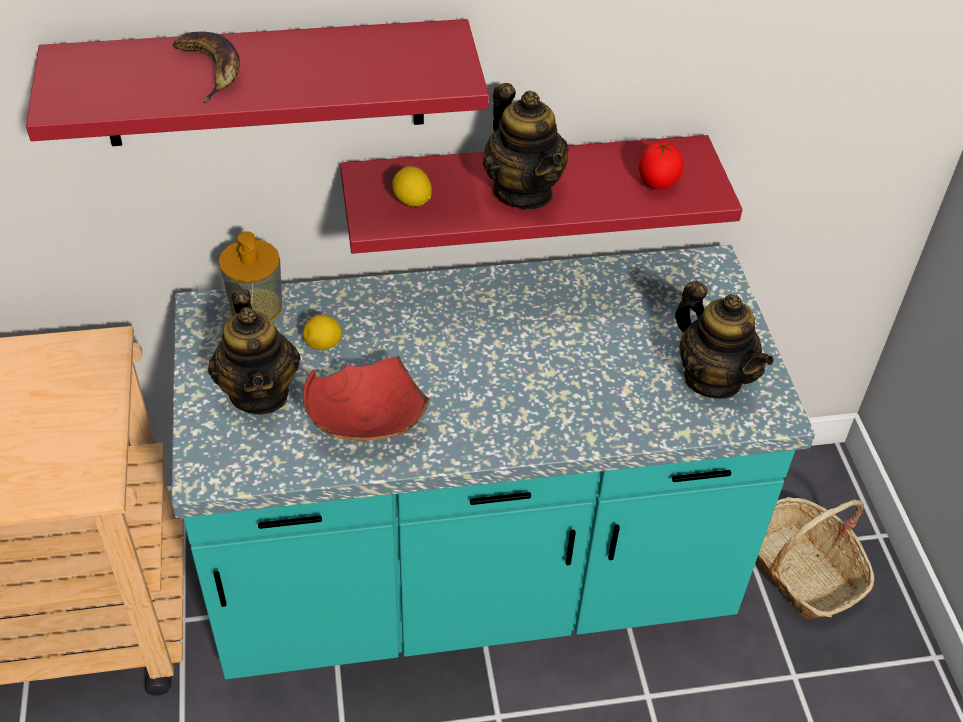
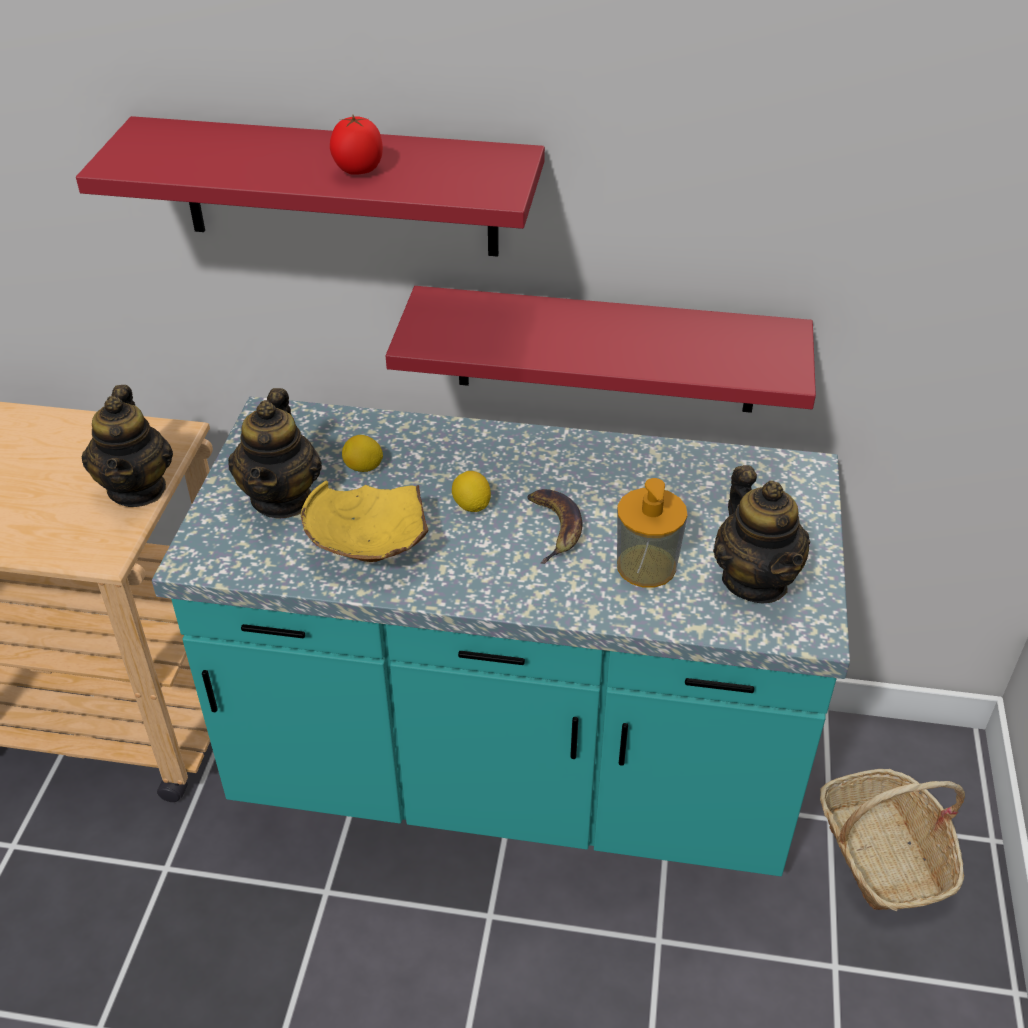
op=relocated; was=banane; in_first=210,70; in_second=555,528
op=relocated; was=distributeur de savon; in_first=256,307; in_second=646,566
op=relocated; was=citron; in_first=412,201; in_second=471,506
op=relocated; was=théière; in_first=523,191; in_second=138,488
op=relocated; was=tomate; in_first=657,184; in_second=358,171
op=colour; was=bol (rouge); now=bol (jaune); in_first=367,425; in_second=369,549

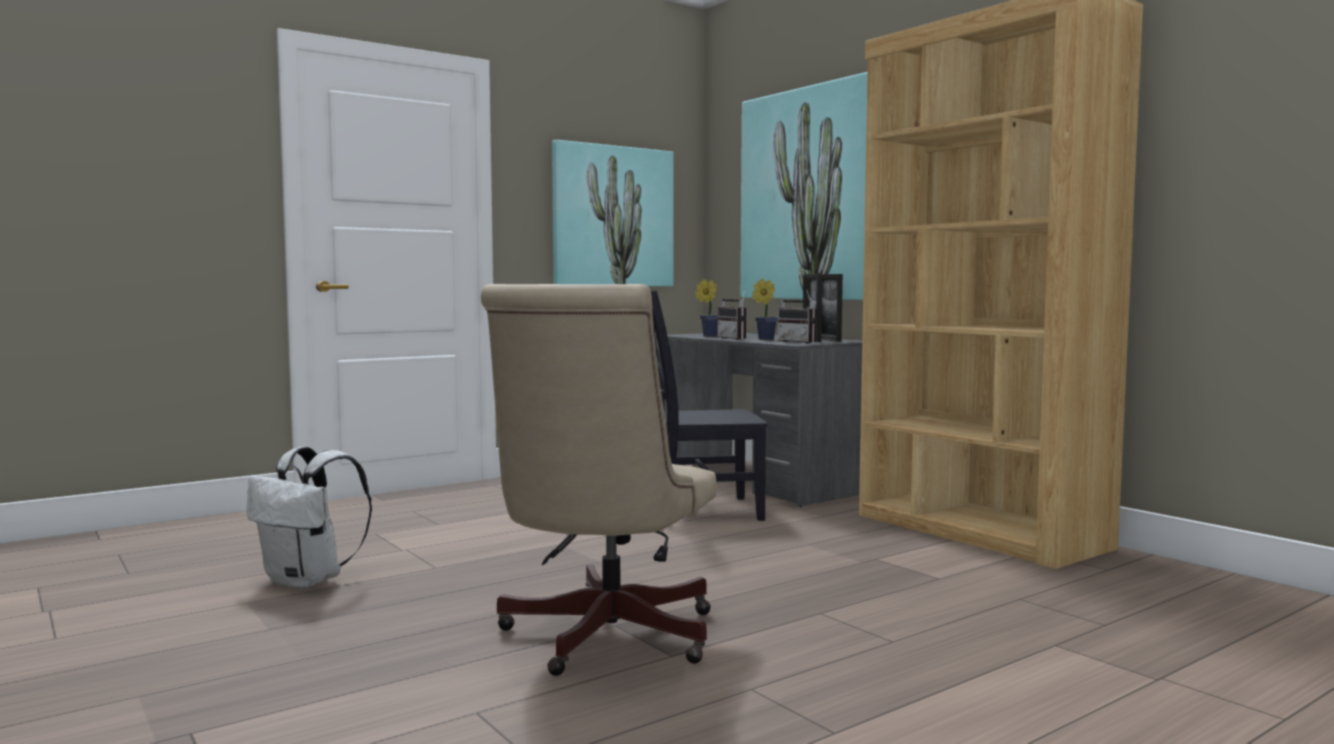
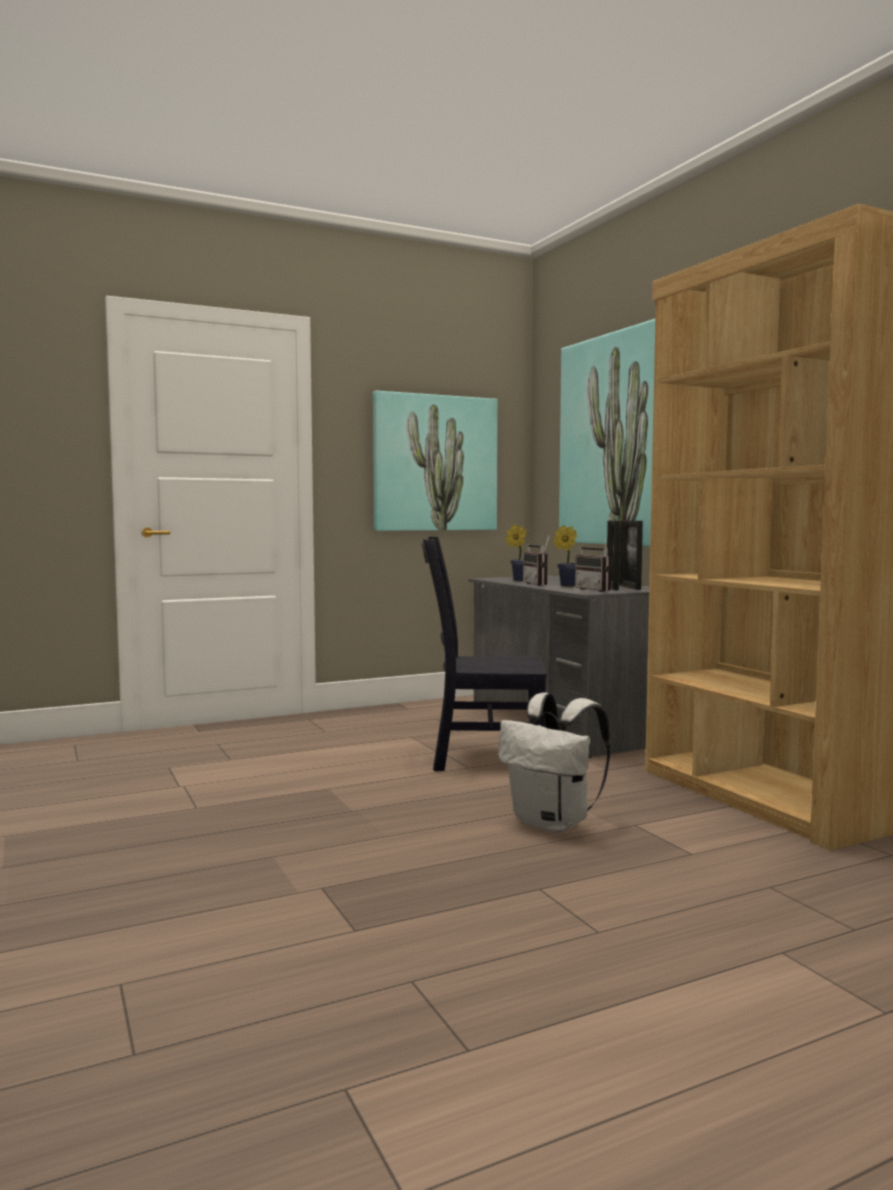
op=missing; was=chaise de bureau (beige); in_first=601,639
op=relocated; was=sac à dos (blanc); in_first=308,581; in_second=553,823

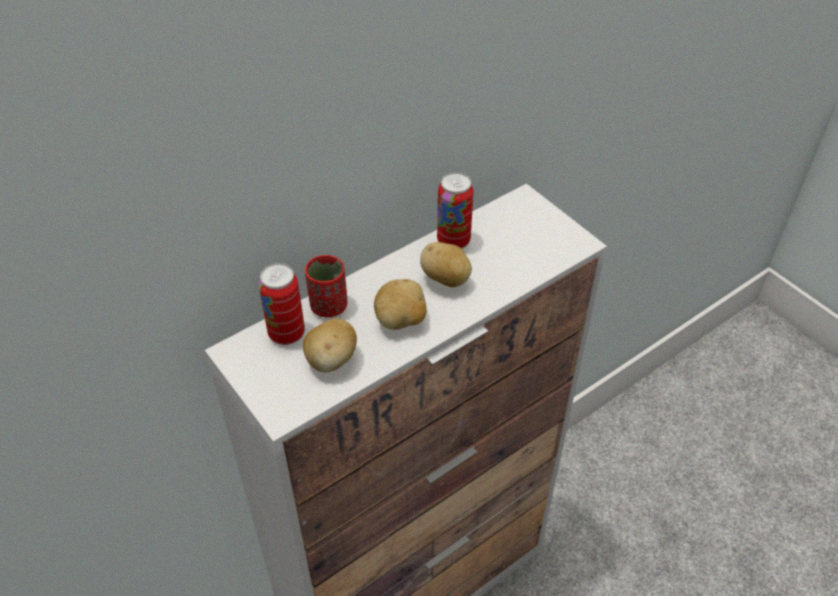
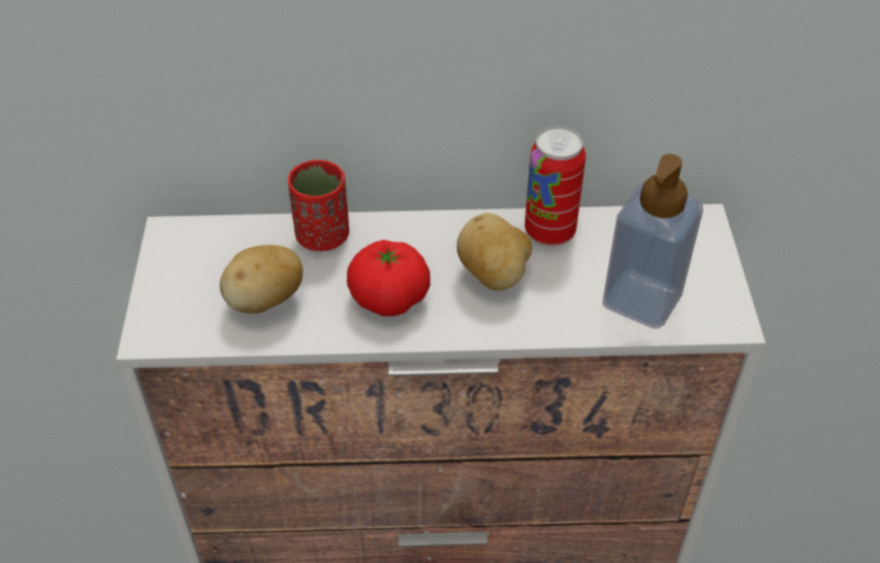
op=missing; was=boîte métallique; in_first=286,333
op=appeared; now=distributeur de savon; in_second=641,300
op=exchanged; was=pomme de terre; now=tomate; in_first=401,321; in_second=389,298

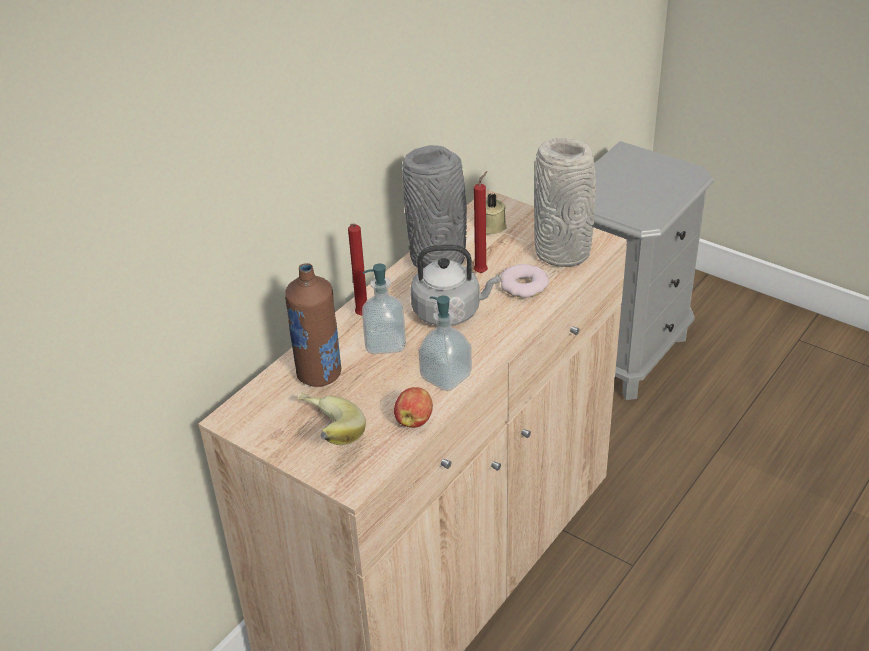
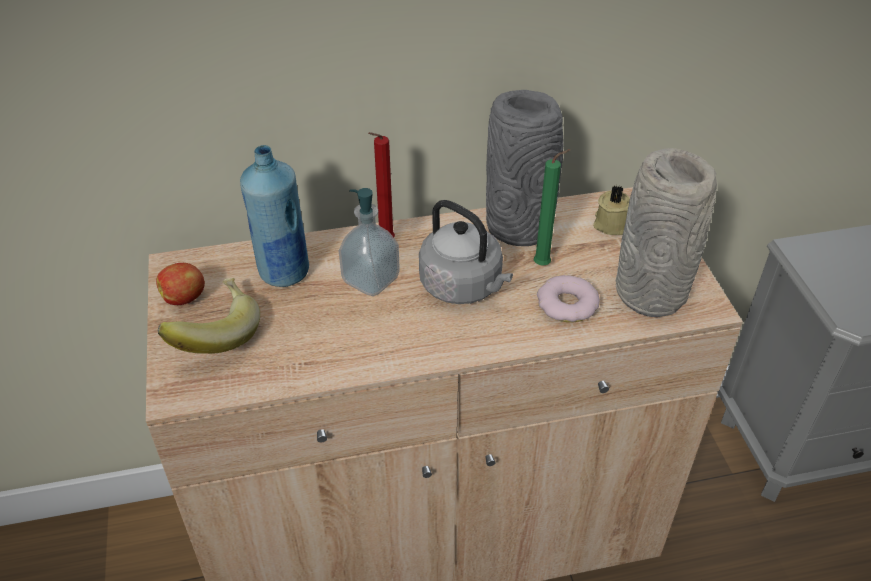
op=missing; was=distributeur de savon; in_first=446,377
op=relocated; was=pomme; in_first=414,420; in_second=185,298
op=colour; was=bouteille (marron); now=bouteille (bleu); in_first=319,374; in_second=283,272
op=colour; was=bougie (rouge); now=bougie (vert); in_first=482,272; in_second=544,265

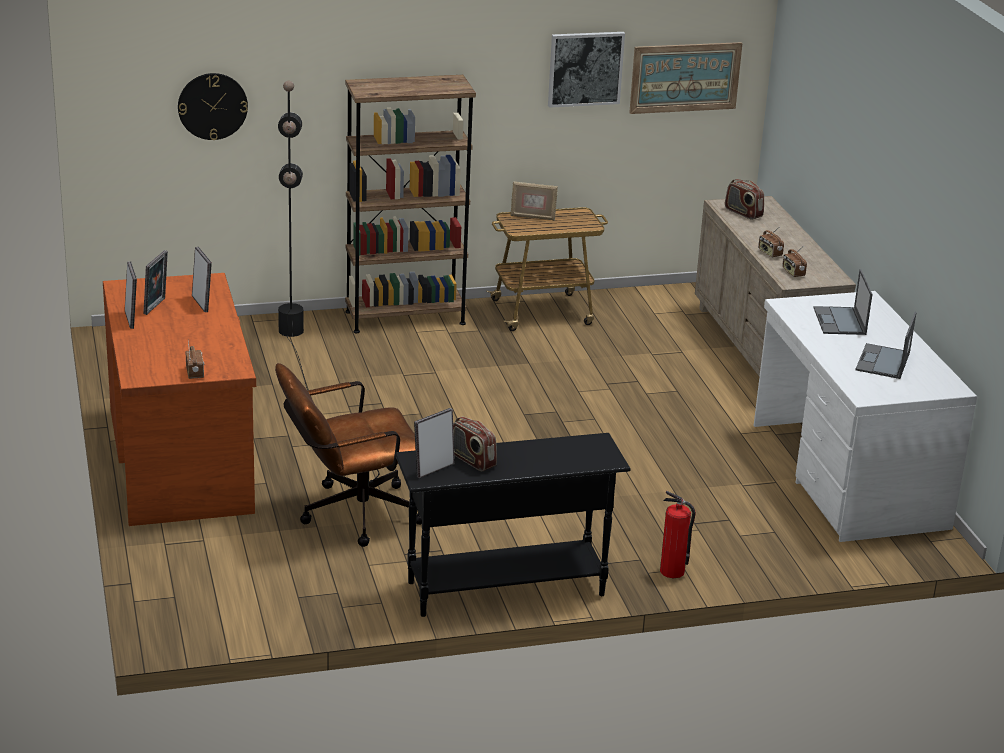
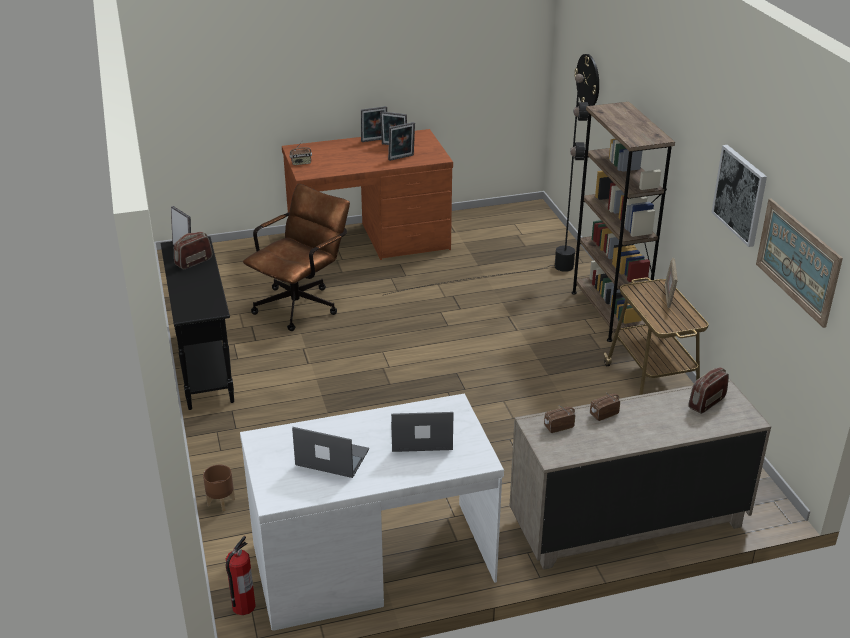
op=appeared; now=cache-pot (marron); in_second=220,502
op=relocated; was=extincteur; in_first=672,571; in_second=243,606
op=spun; was=chaise de bureau (marron); in_first=350,514; in_second=301,304; clockwise=60

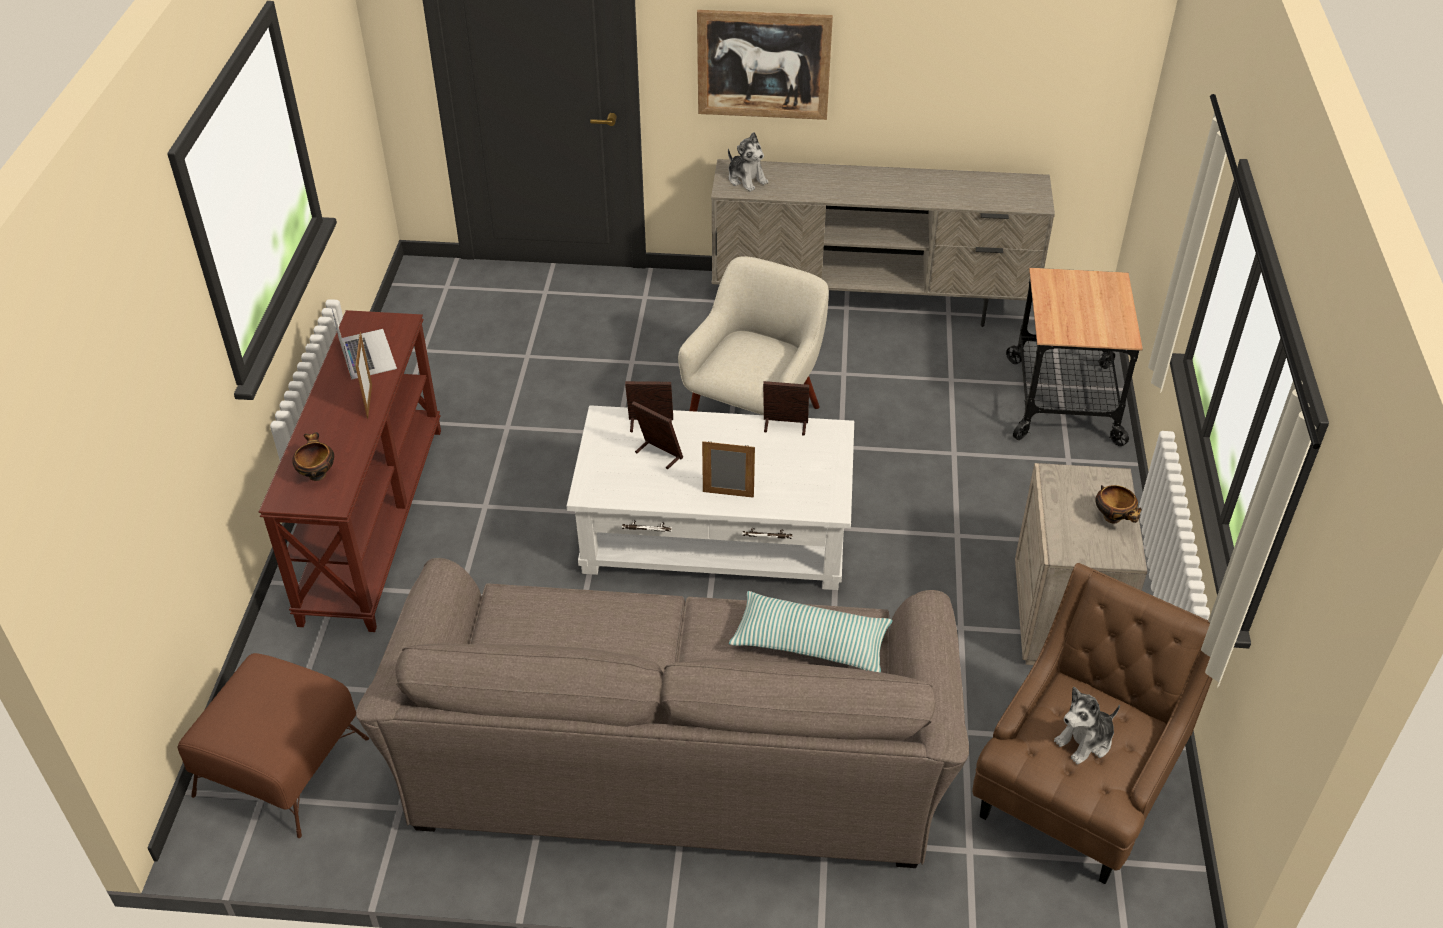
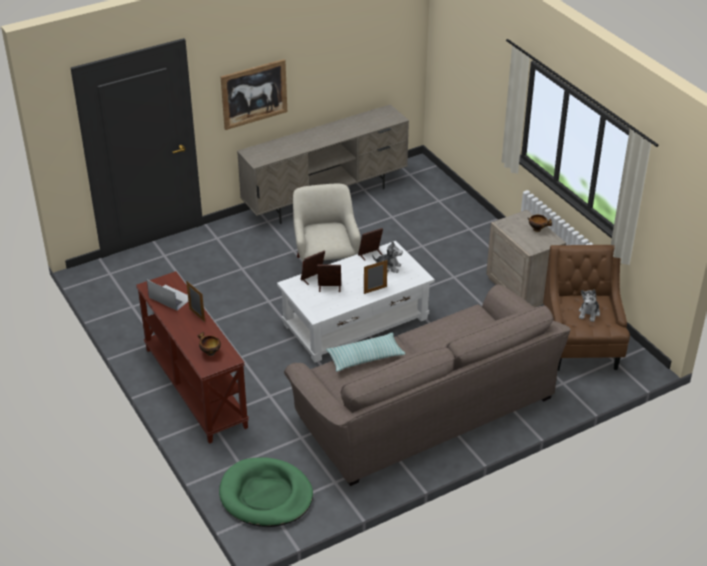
op=missing; was=chariot; in_first=1065,401
op=relocated; was=peluche; in_first=746,179; in_second=388,267
op=relocated; was=coussin; in_first=810,643; in_second=365,358
op=exchanged; was=pouf (marron); now=panier pour chien (vert); in_first=280,767; in_second=266,495

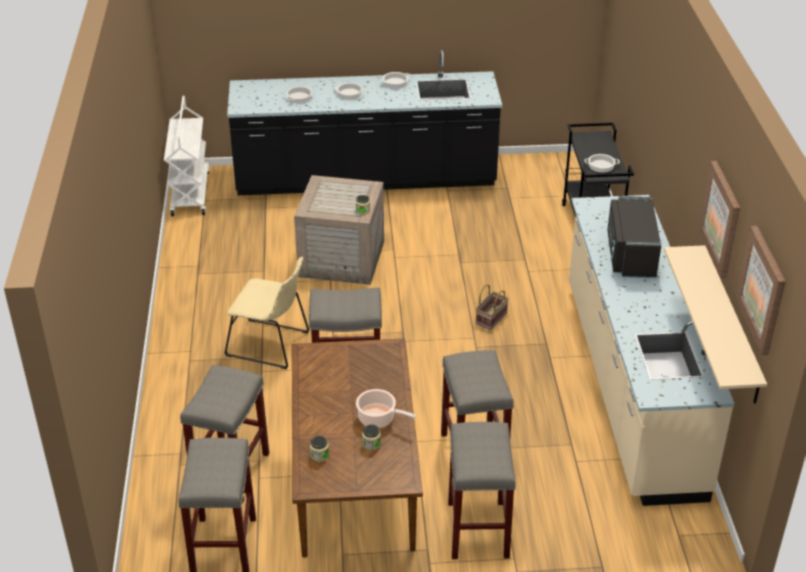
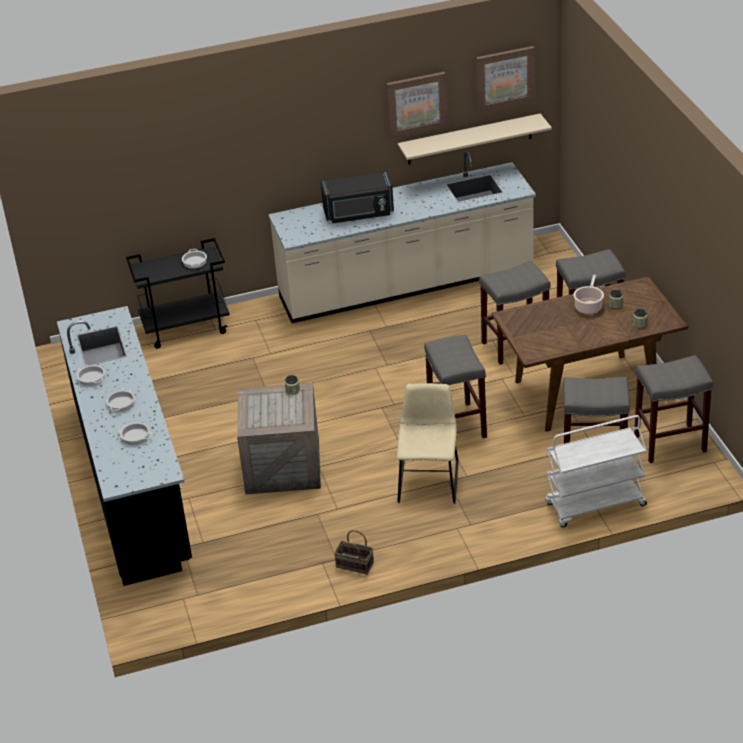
op=relocated; was=chariot (blanc); in_first=190,193; in_second=595,505
op=relocated; was=panier; in_first=491,317; in_second=353,565

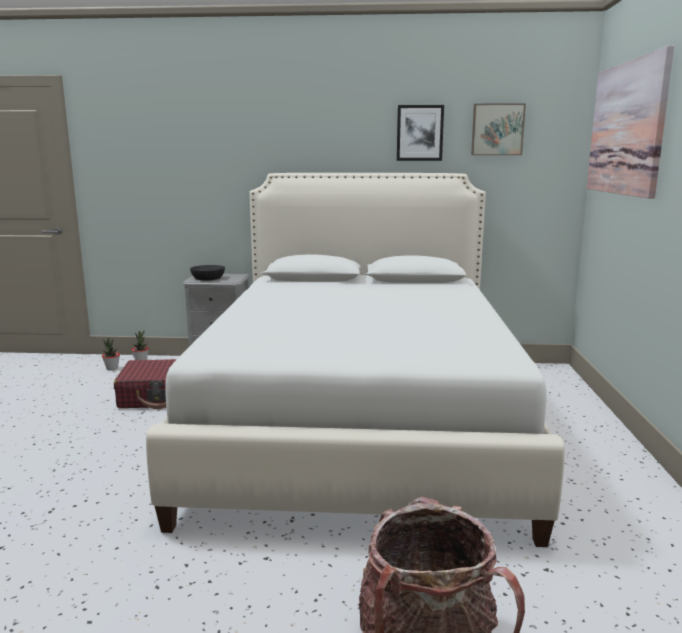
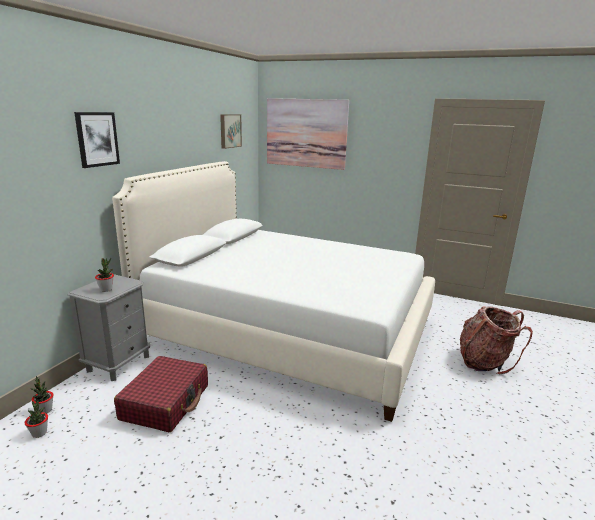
op=relocated; was=tableau; in_first=419,133; in_second=97,139
op=exchanged; was=bol (noir); now=plante en pot; in_first=208,278; in_second=106,289

